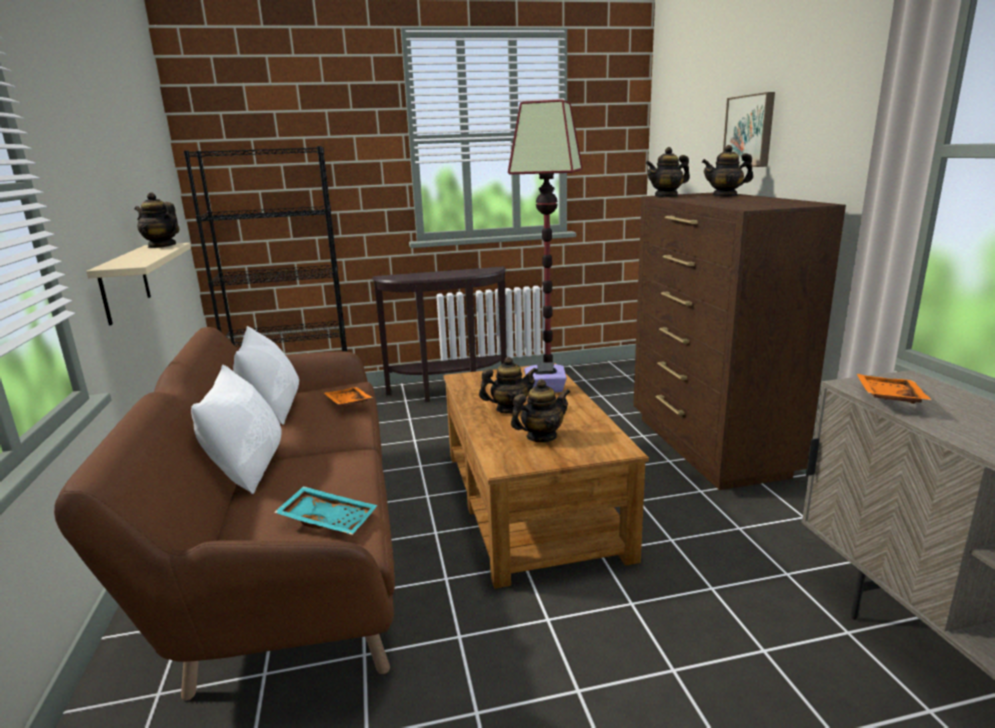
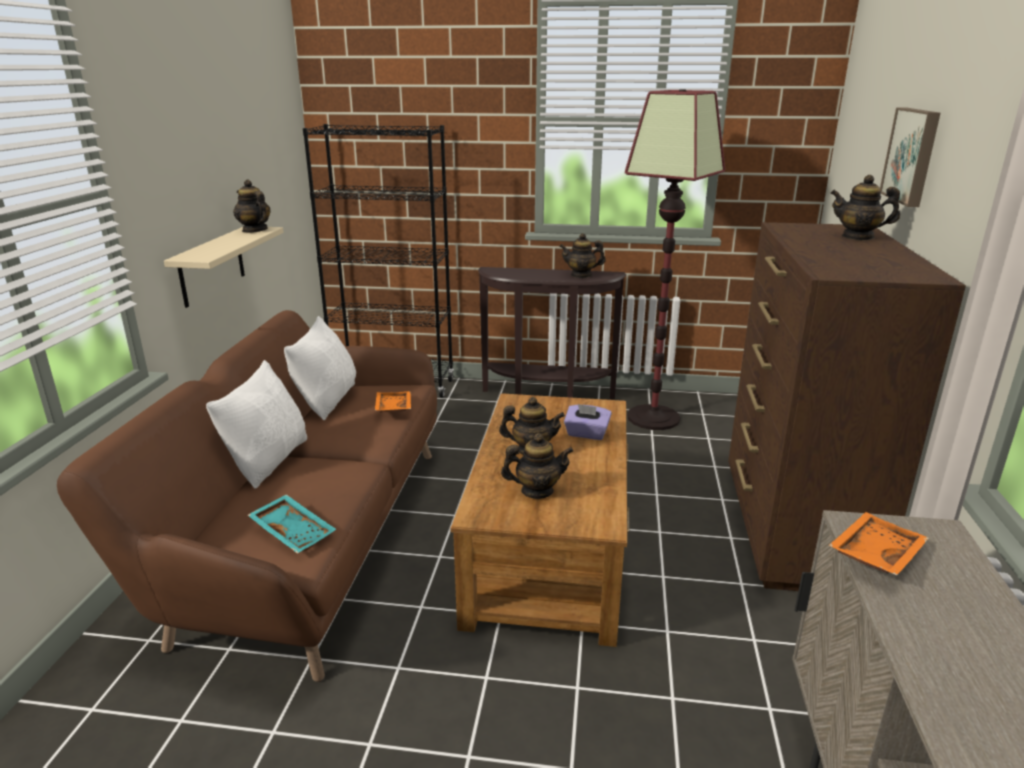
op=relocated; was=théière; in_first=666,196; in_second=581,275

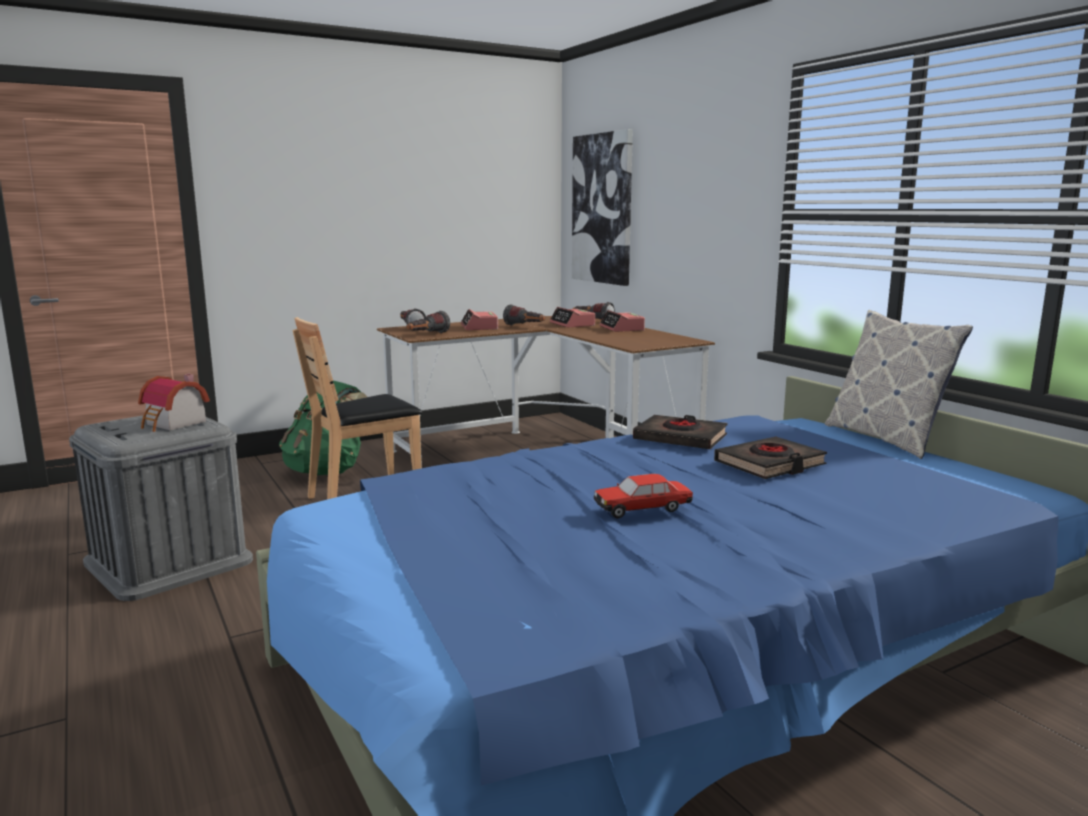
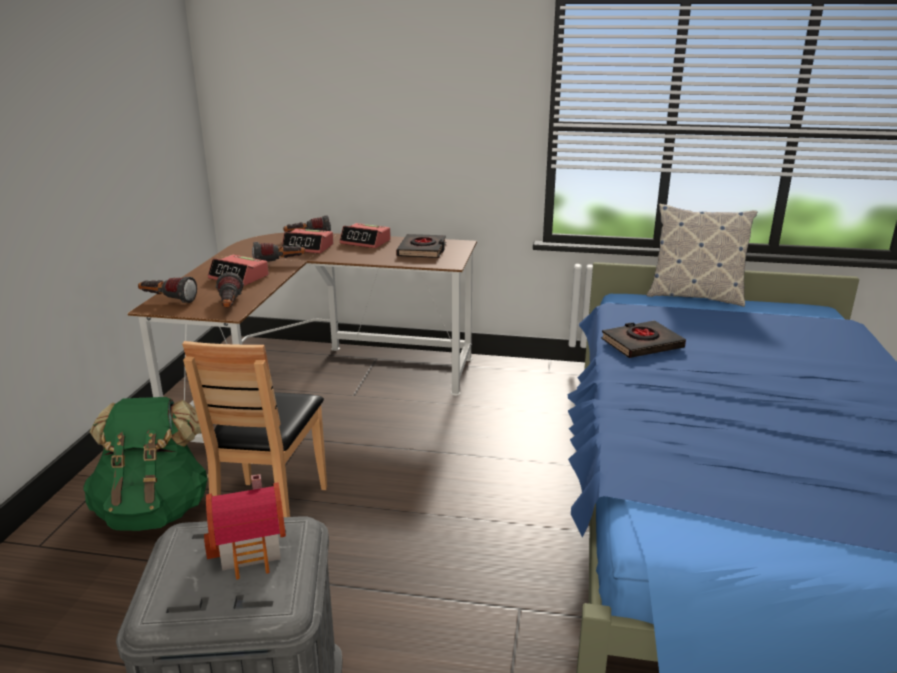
op=missing; was=tableau; in_first=602,209
op=missing; was=petite voiture; in_first=642,509
op=relocated; was=livre (noir); in_first=770,464; in_second=422,250

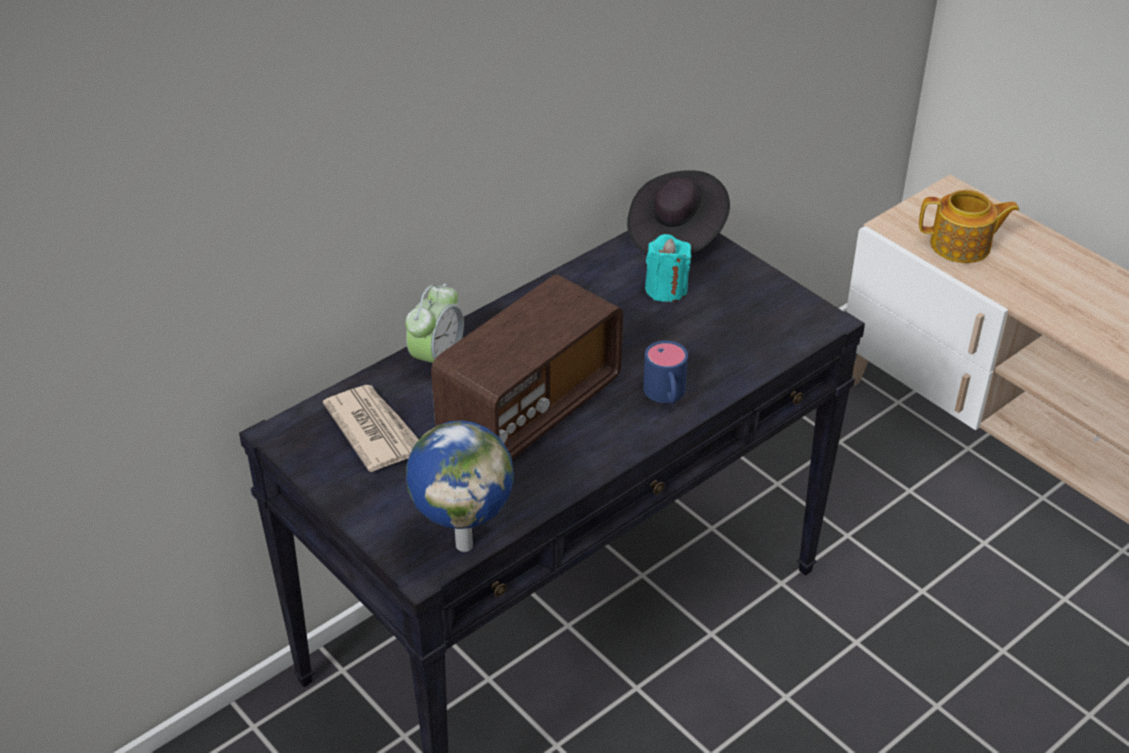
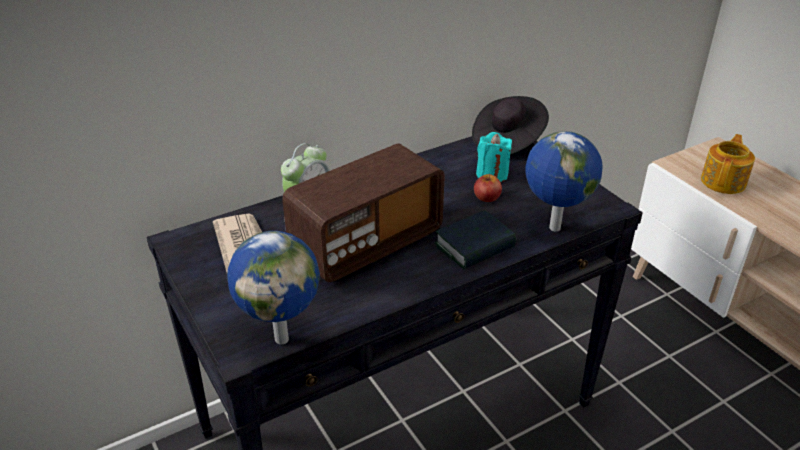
op=appeared; now=pomme; in_second=487,196
op=appeared; now=globe; in_second=553,228
op=exchanged; was=mug (bleu); now=livre; in_first=666,395; in_second=474,246
op=spun; was=théière; in_first=962,246; in_second=724,181; clockwise=-75

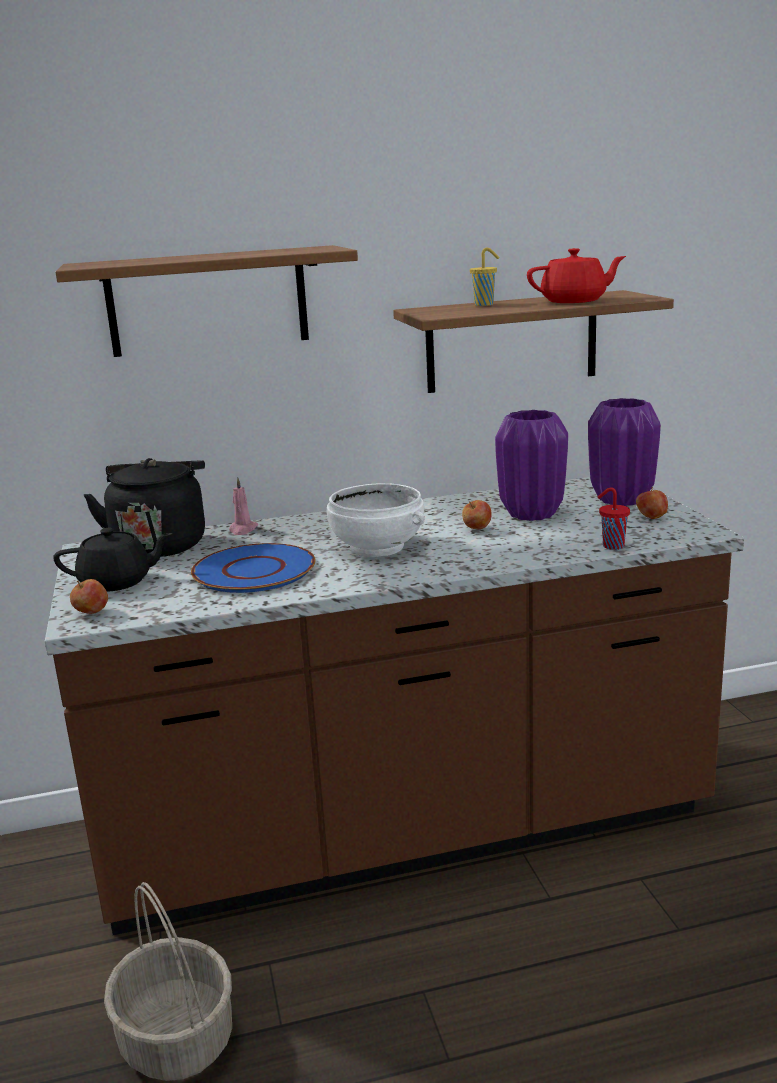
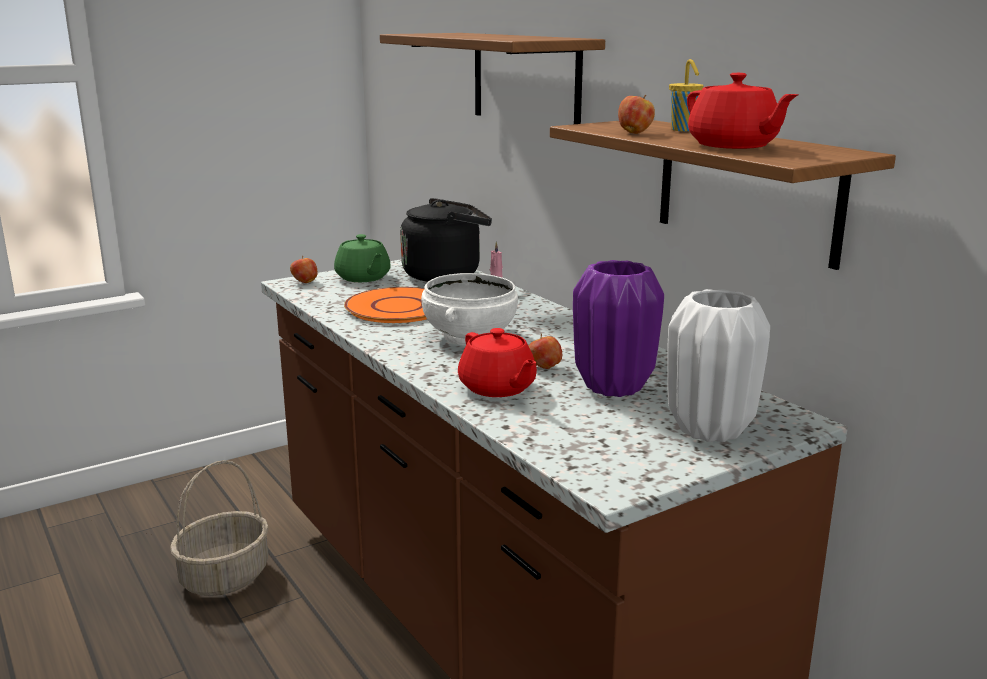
op=missing; was=tasse (rouge); in_first=612,546
op=appeared; now=théière (rouge); in_second=498,388
op=relocated; was=pomme; in_first=651,518; in_second=634,133
op=colour; was=théière (noir); now=théière (vert); in_first=117,582; in_second=363,278
op=colour; was=assiette (bleu); now=assiette (orange); in_first=254,570; in_second=399,307
op=colour; was=vase (violet); now=vase (blanc); in_first=621,499; in_second=711,429

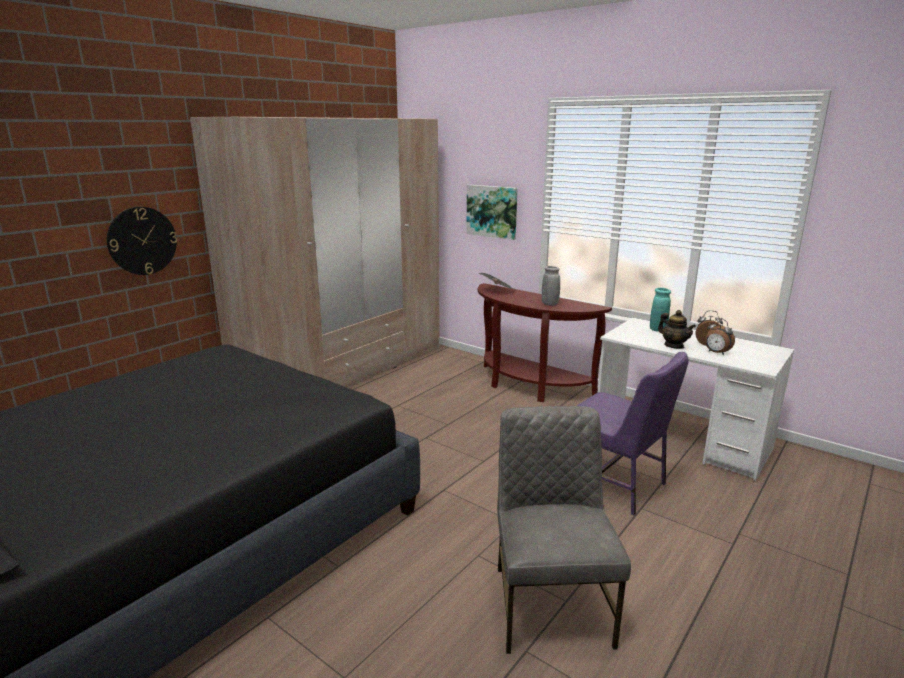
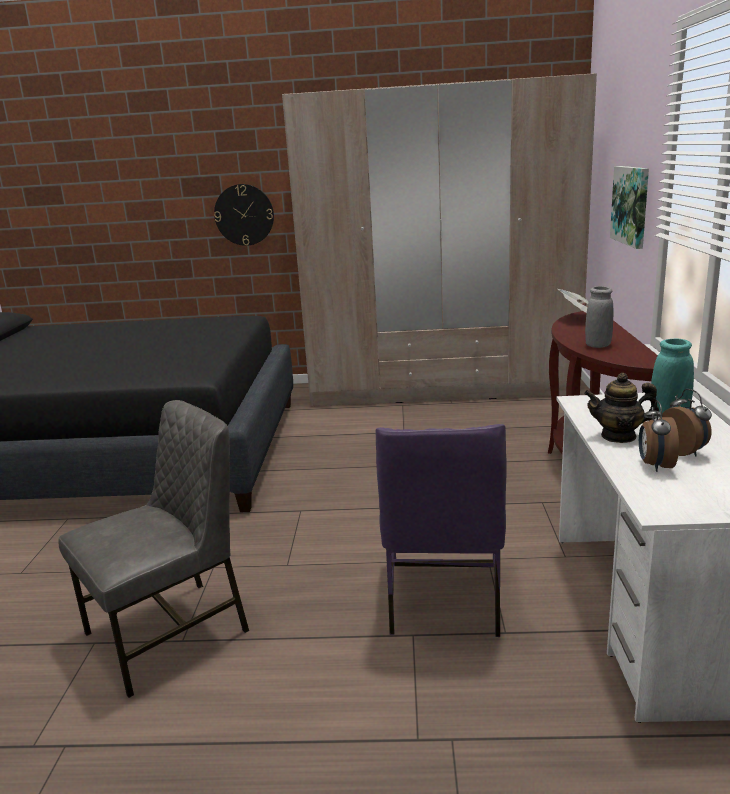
op=spun; was=théière; in_first=674,346; in_second=618,436; clockwise=75

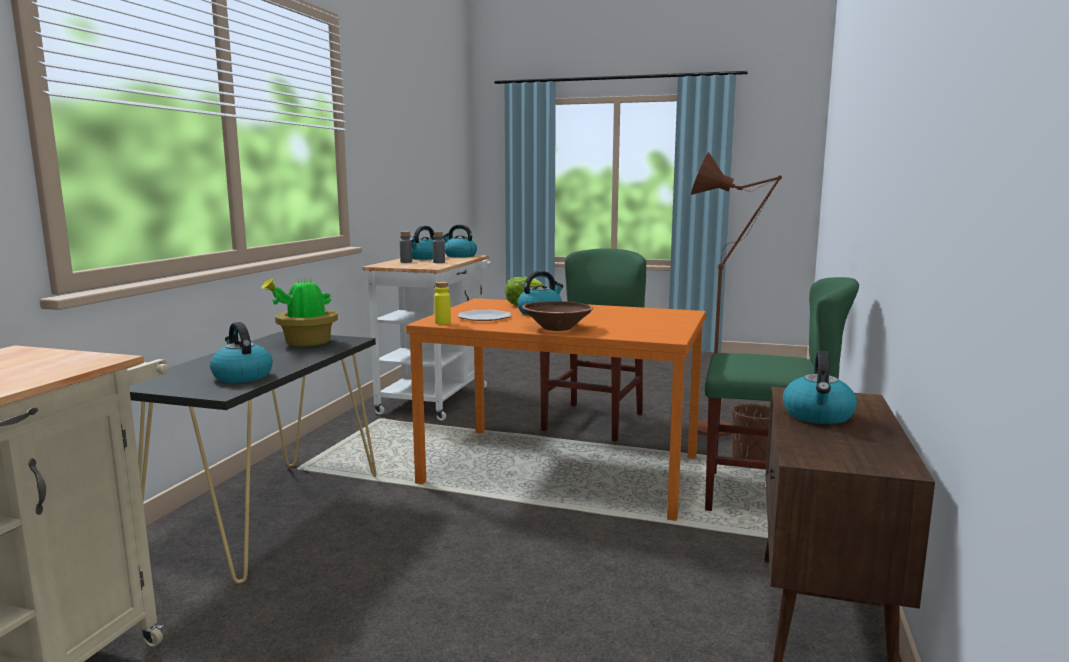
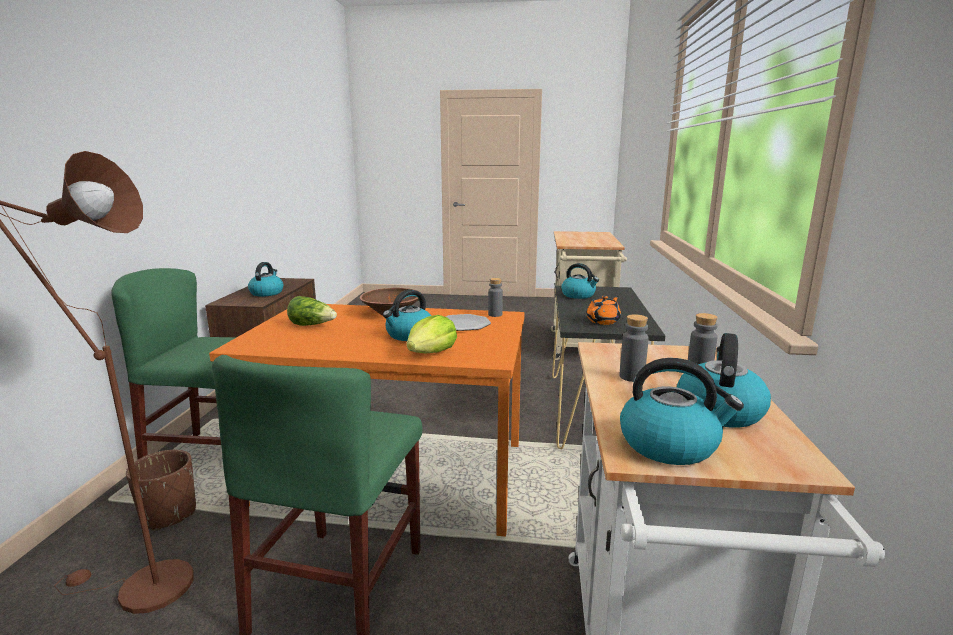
op=appeared; now=laitue; in_second=312,325
op=exchanged; was=plante en pot; now=théière (orange); in_first=306,343; in_second=603,321
op=colour; was=bouteille (jaune); now=bouteille (gris); in_first=442,323; in_second=495,314

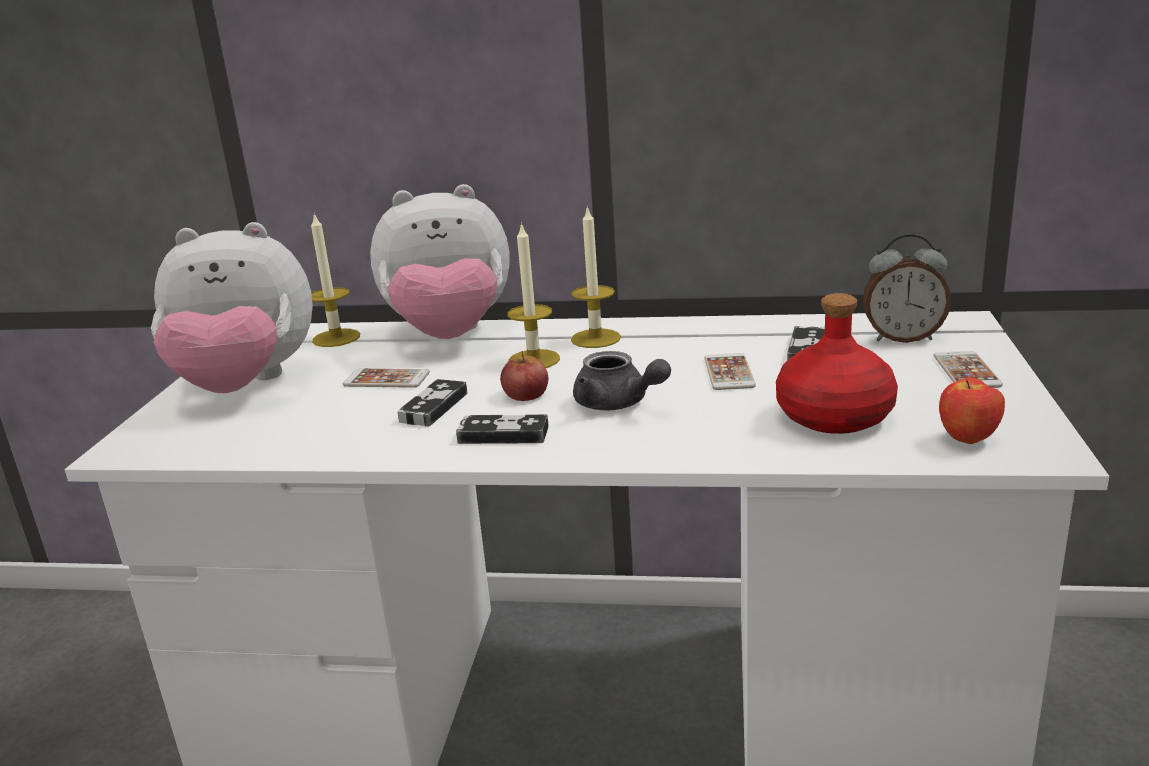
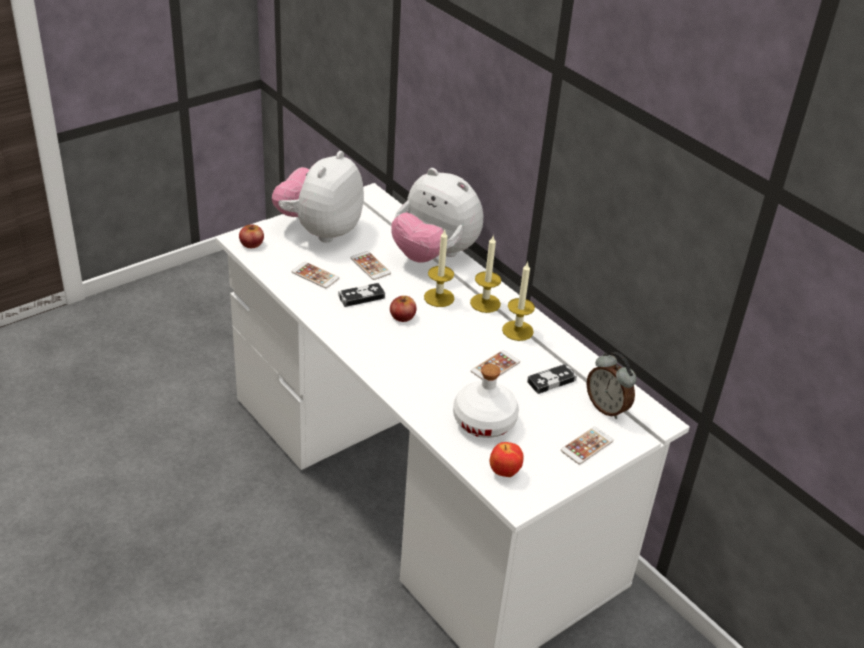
op=missing; was=manette; in_first=503,434
op=missing; was=théière (gris); in_first=618,404
op=appeared; now=pomme; in_second=251,243
op=appeared; now=téléphone; in_second=315,275
op=relocated; was=bougie; in_first=336,338; in_second=517,330
op=colour; was=bouteille (rouge); now=bouteille (blanc); in_first=833,416; in_second=484,421
op=spun; was=peluche; in_first=246,386; in_second=320,230; clockwise=75

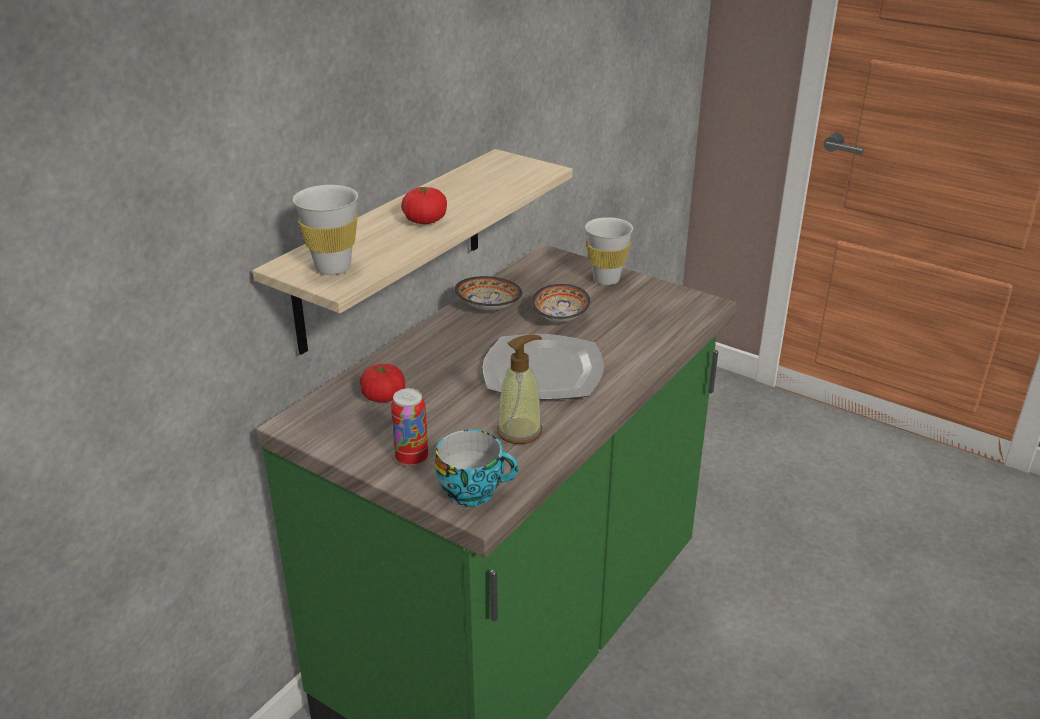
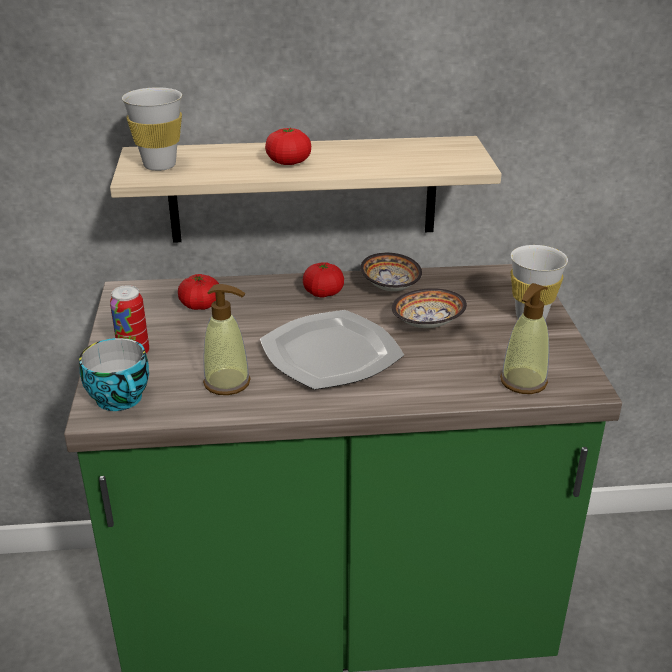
op=appeared; now=tomate; in_second=323,293
op=appeared; now=distributeur de savon; in_second=523,382

